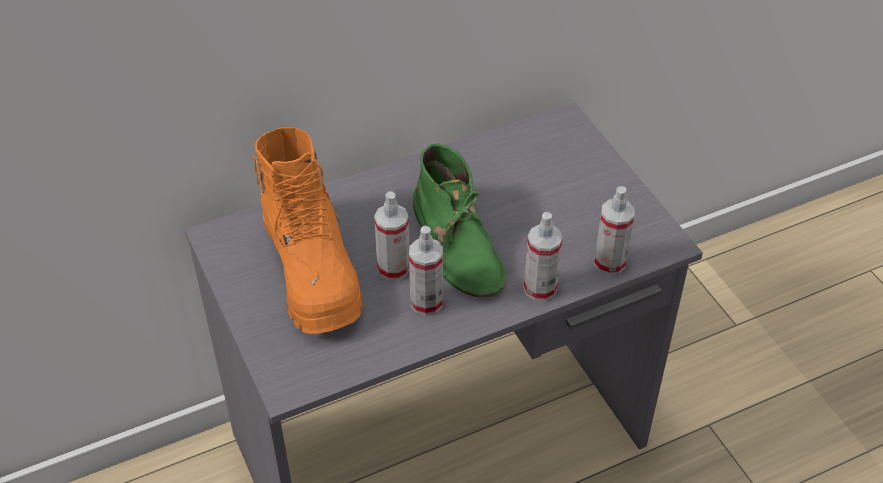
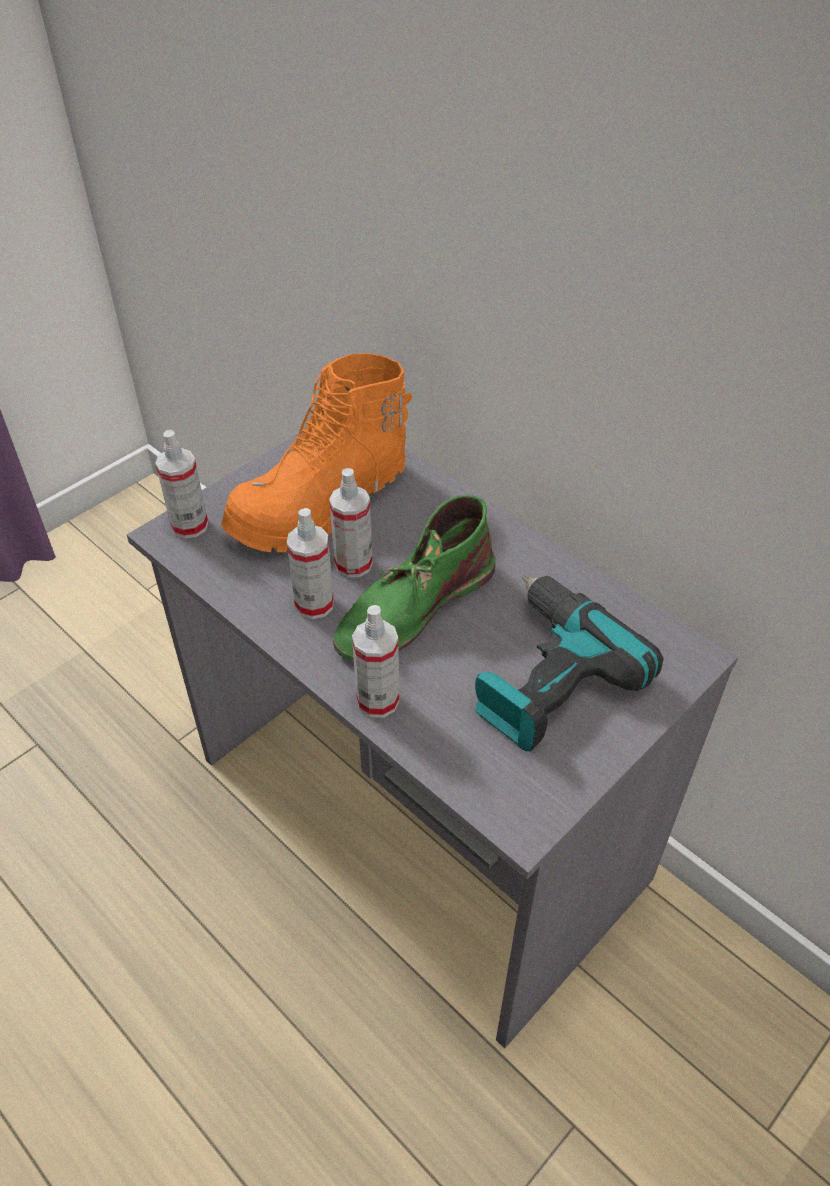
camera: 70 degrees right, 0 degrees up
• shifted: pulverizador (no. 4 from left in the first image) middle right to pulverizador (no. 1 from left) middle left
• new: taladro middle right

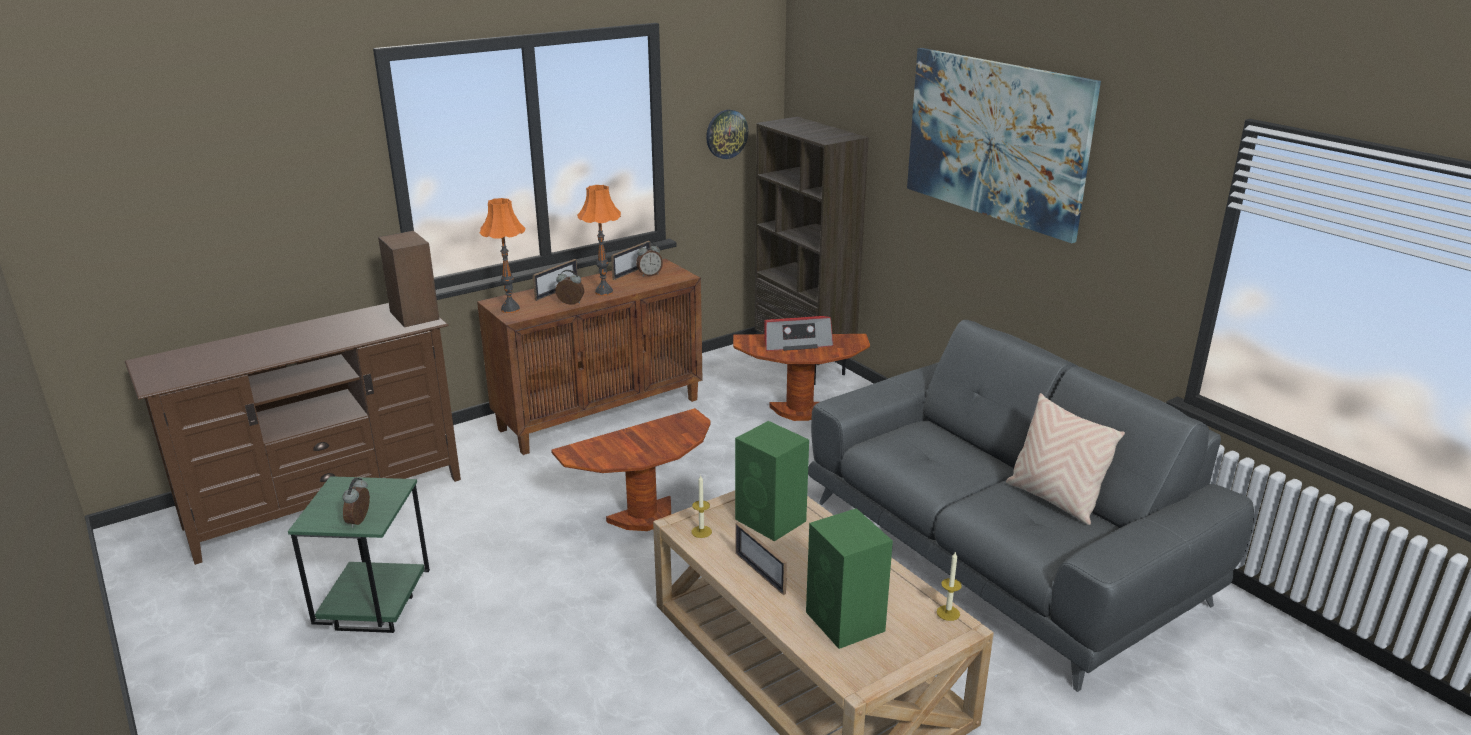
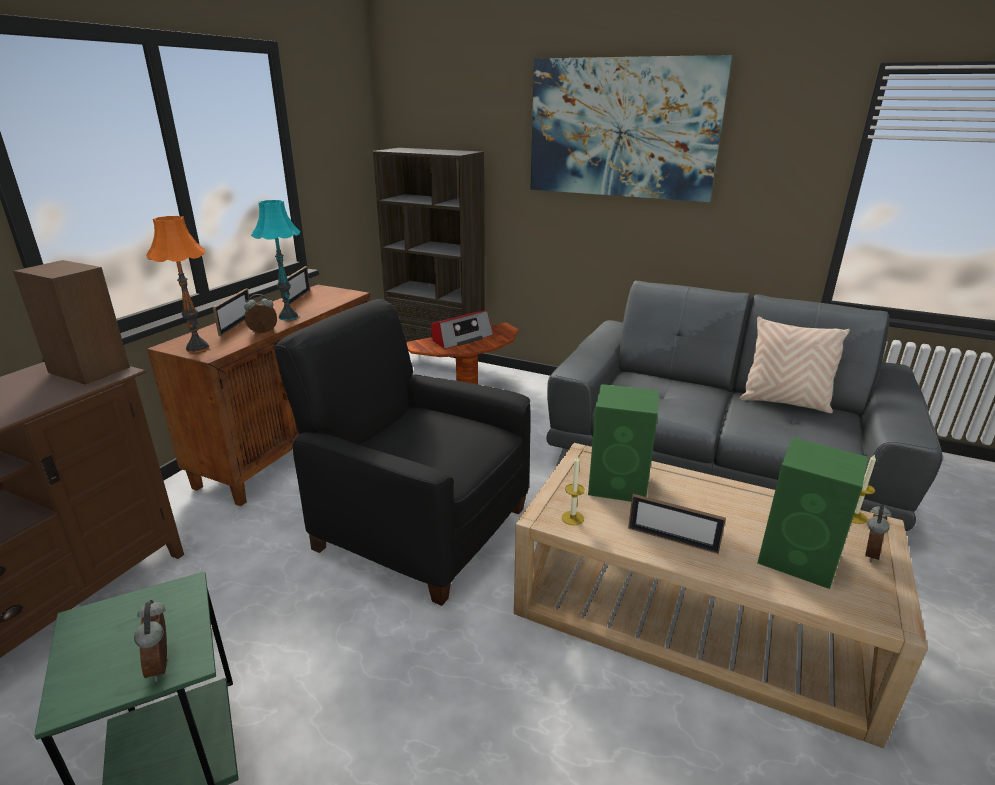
camera: 30 degrees left, 0 degrees up
• repainted: lámpara de mesa [naranja] (no. 2 from left) top centre to lámpara de mesa [turquesa] top left
• swapped: mesa auxiliar [marrón] (no. 1 from left) centre to sillón [negro] centre
• shifted: despertador (no. 3 from left) centre to bottom right
• gone: reloj de pared top centre

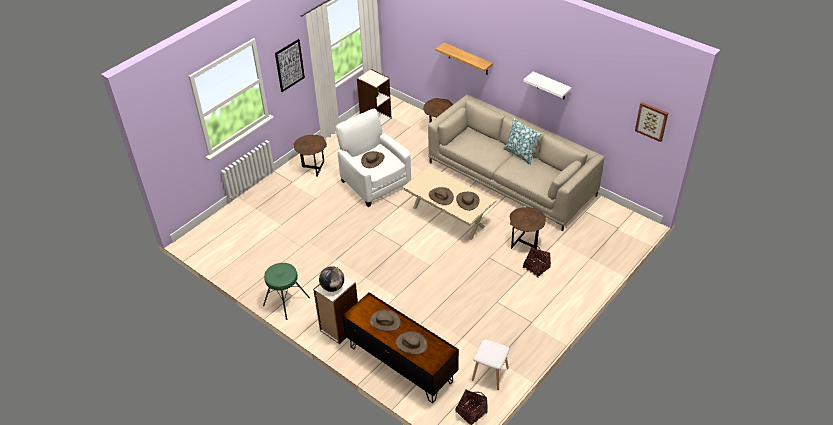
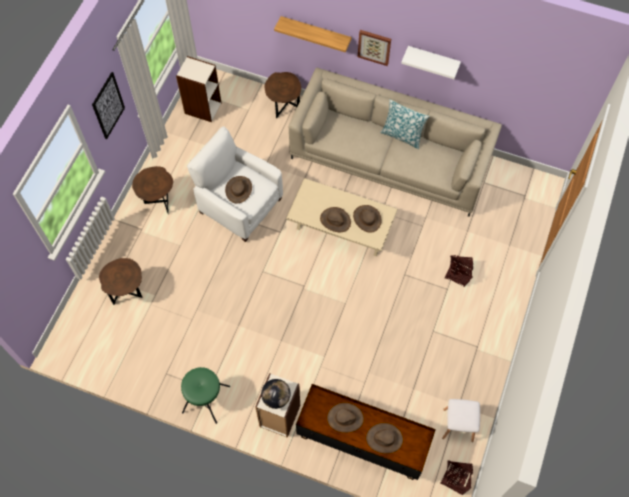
camera: 20 degrees left, 20 degrees up
• shifted: mesa auxiliar [marrón] (no. 3 from left in the first image) centre to mesa auxiliar [marrón] (no. 1 from left) middle left
• shifted: cuadro (no. 2 from left) top right to top centre

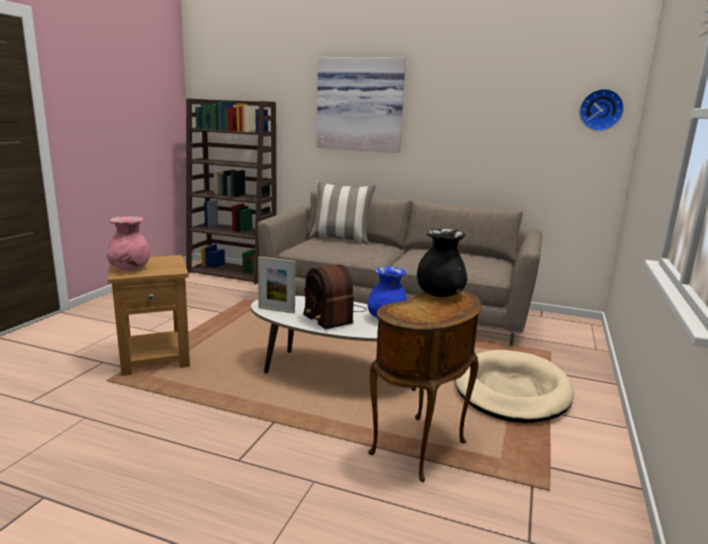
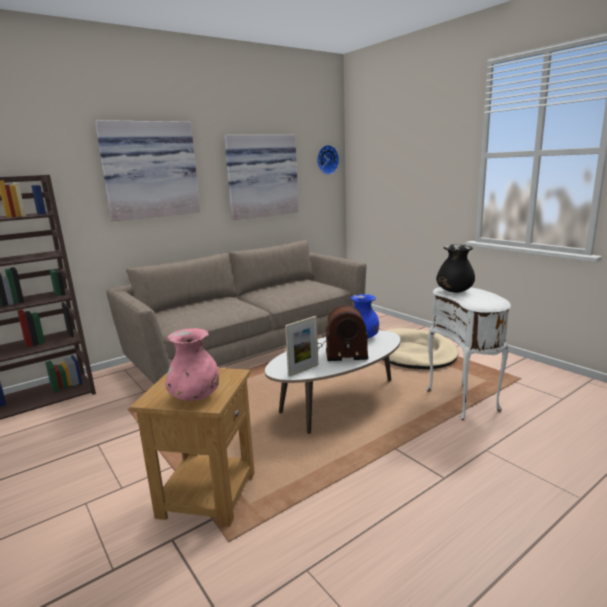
camera: 55 degrees left, 0 degrees up
• new: cuadro (no. 2 from left) top centre
• repainted: mesa auxiliar [marrón] (no. 2 from left) bottom centre to mesa auxiliar [blanco] middle right
• gone: cojín centre

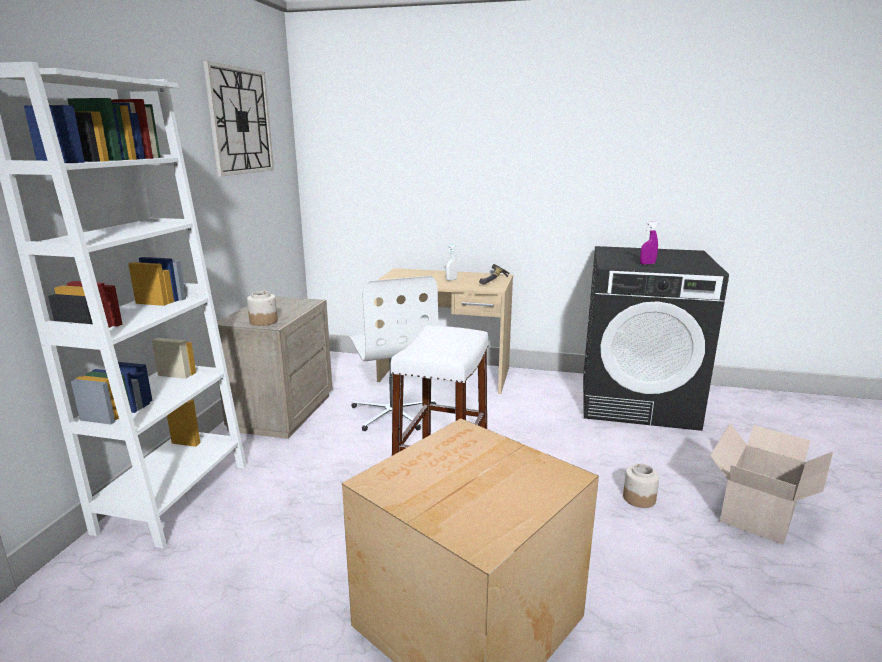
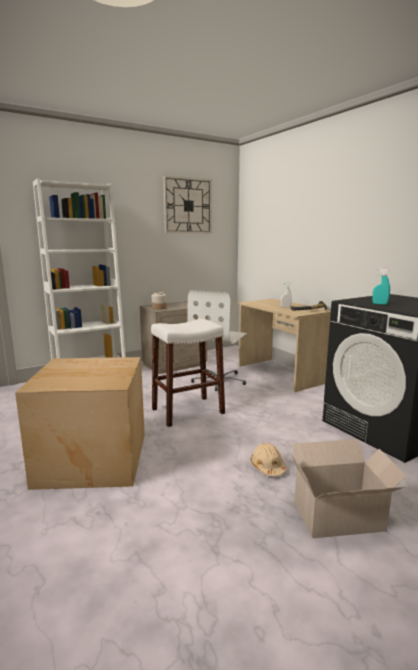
camera: 45 degrees right, 5 degrees down
• swapped: tarro (no. 2 from left) bottom right to casco [beis] bottom centre
• repainted: pulverizador [morado] middle right to pulverizador [turquesa] middle right

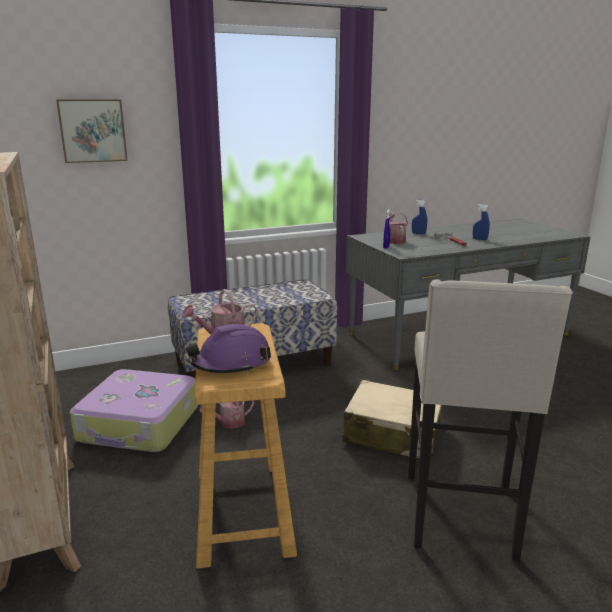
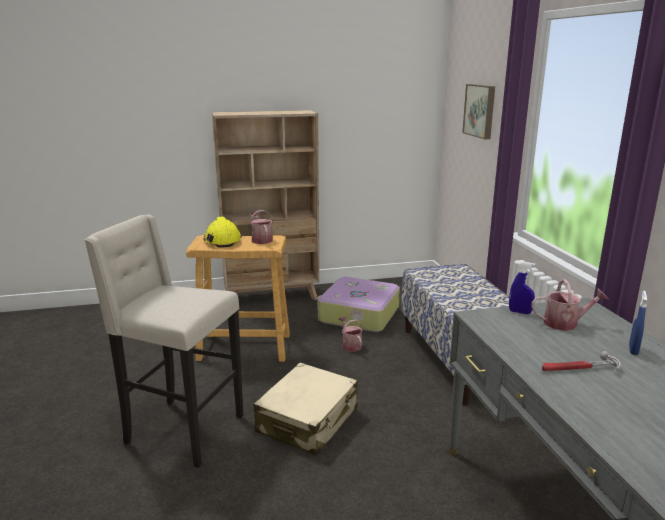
camera: 100 degrees right, 0 degrees up
• repainted: casco [morado] centre to casco [amarillo] centre
• gone: pulverizador [azul] (no. 3 from left) middle right

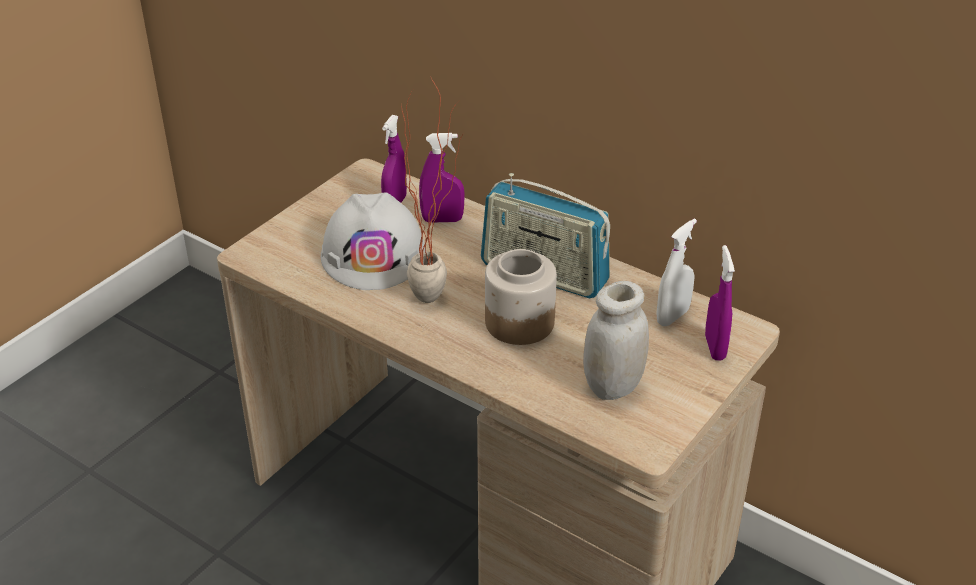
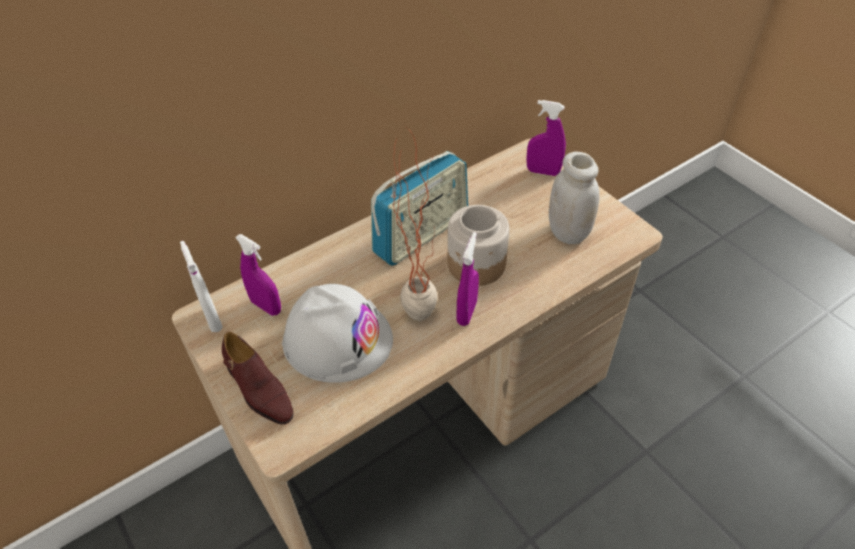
camera: 70 degrees left, 10 degrees up
• shifted: pulverizador [blanco] middle right to middle left
• new: zapato [marrón] bottom left
• shifted: pulverizador [morado] (no. 2 from left) top centre to centre

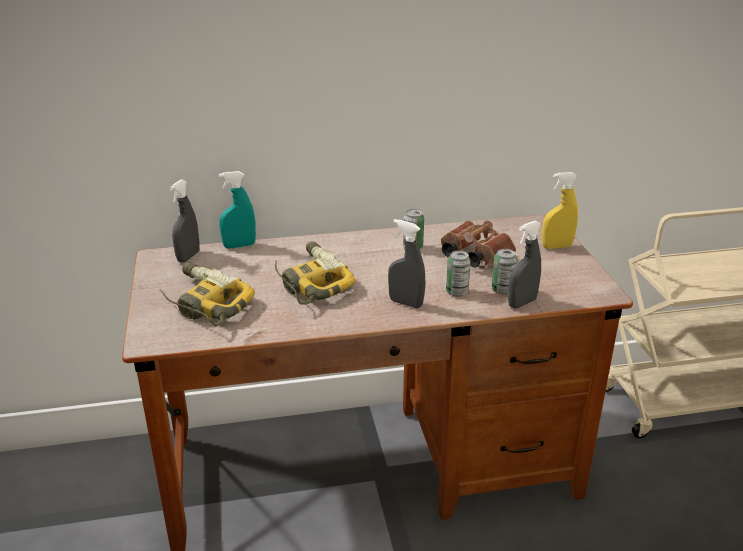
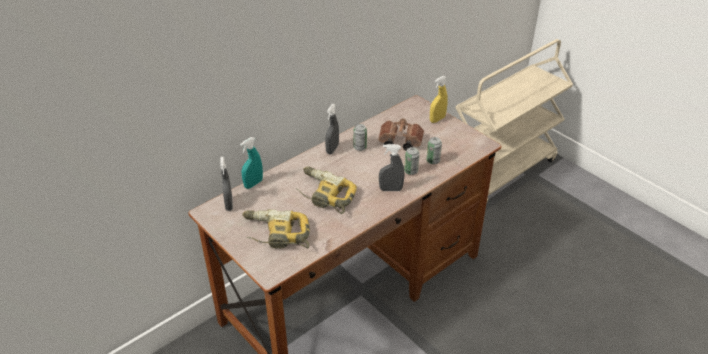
camera: 30 degrees left, 10 degrees up
• shifted: pulverizador [gris] (no. 3 from left in the first image) middle right to pulverizador [gris] (no. 2 from left) centre

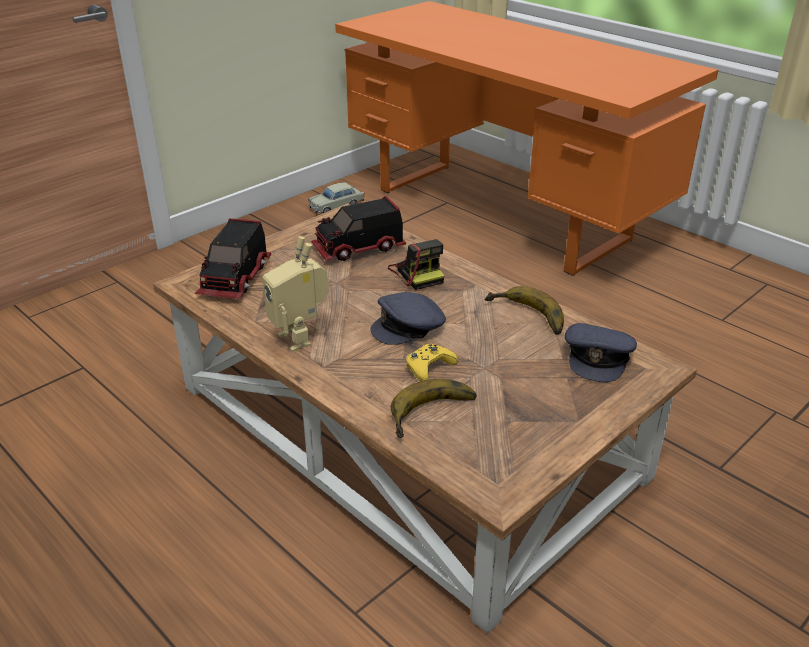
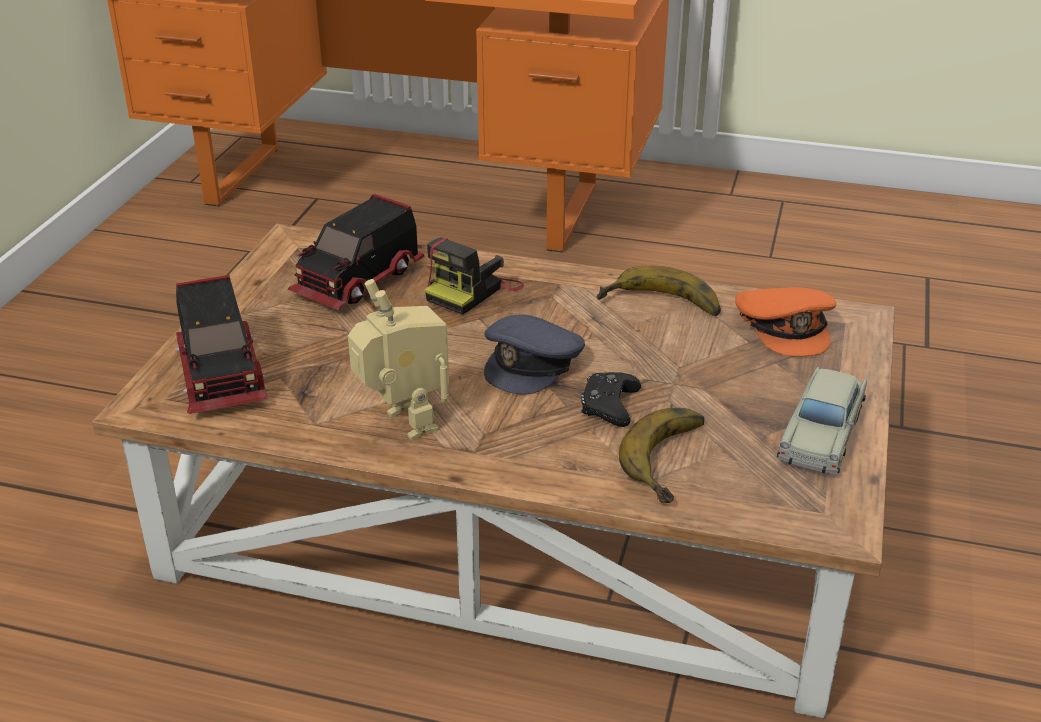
camera: 30 degrees left, 0 degrees up
• rotated: robot de juguete centre = centre 150 degrees counterclockwise
• rotated: cámara centre = centre 90 degrees clockwise
• repainted: mando de consola [amarillo] centre to mando de consola [negro] centre
• repainted: gorra [gris] (no. 2 from left) middle right to gorra [naranja] middle right
• shifted: coche de juguete [beis] top centre to middle right

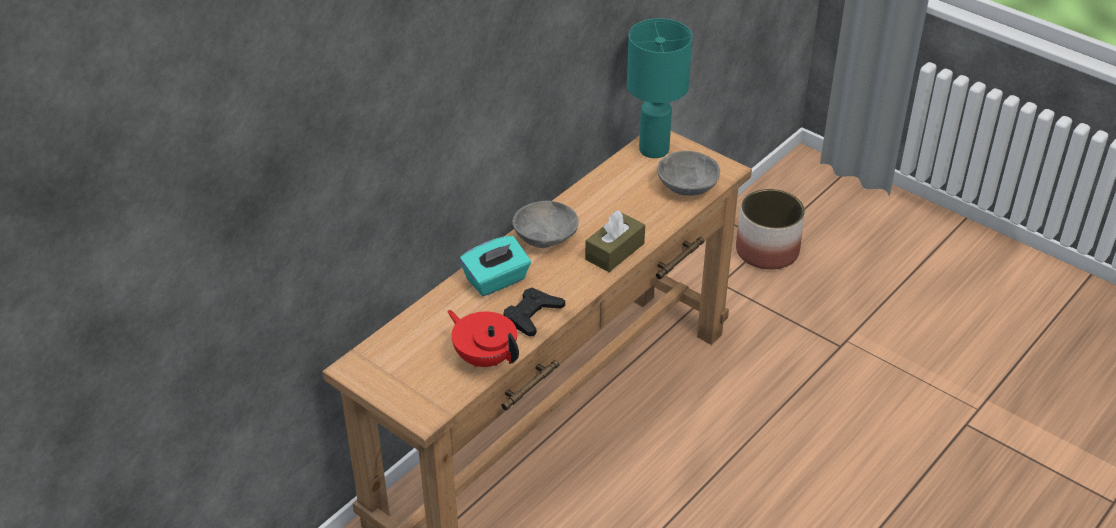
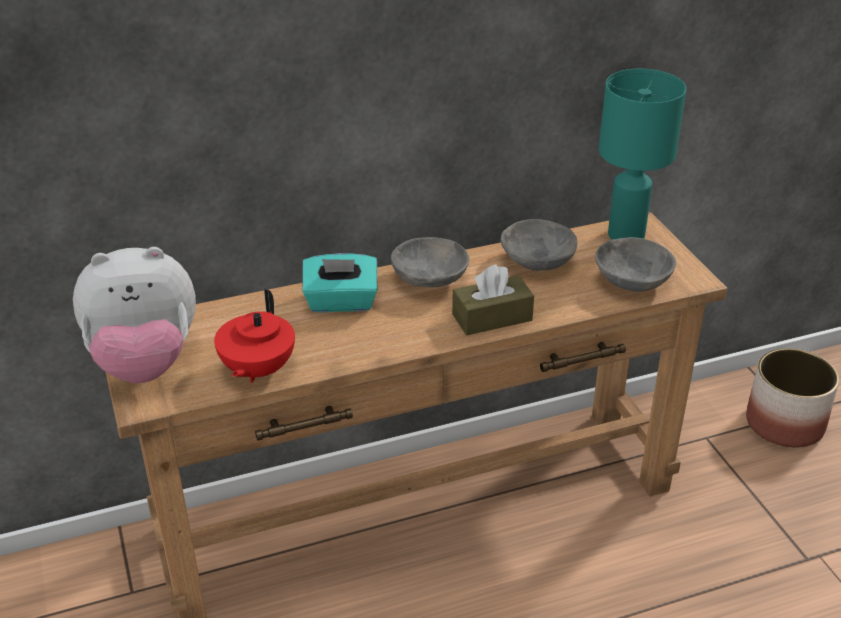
camera: 30 degrees right, 5 degrees down
• new: peluche middle left
• rotated: tetera [rojo] centre = middle left 150 degrees counterclockwise
• new: cuenco [gris] (no. 2 from left) centre
• gone: mando de consola [negro] centre

